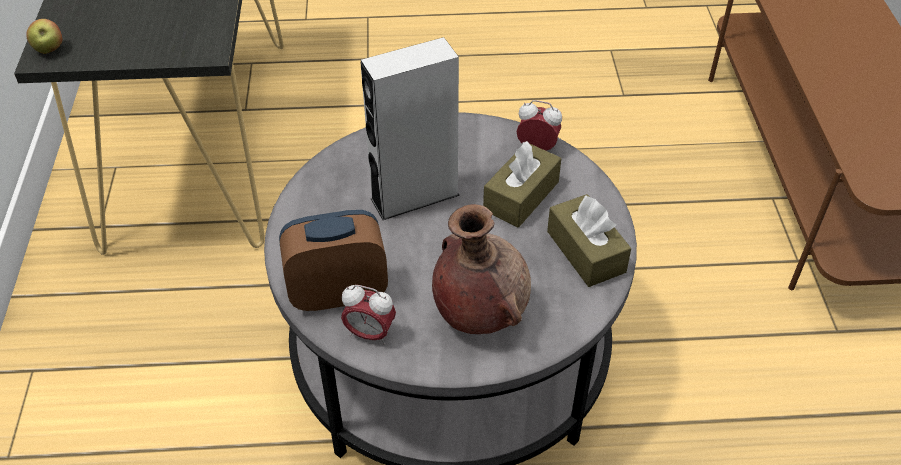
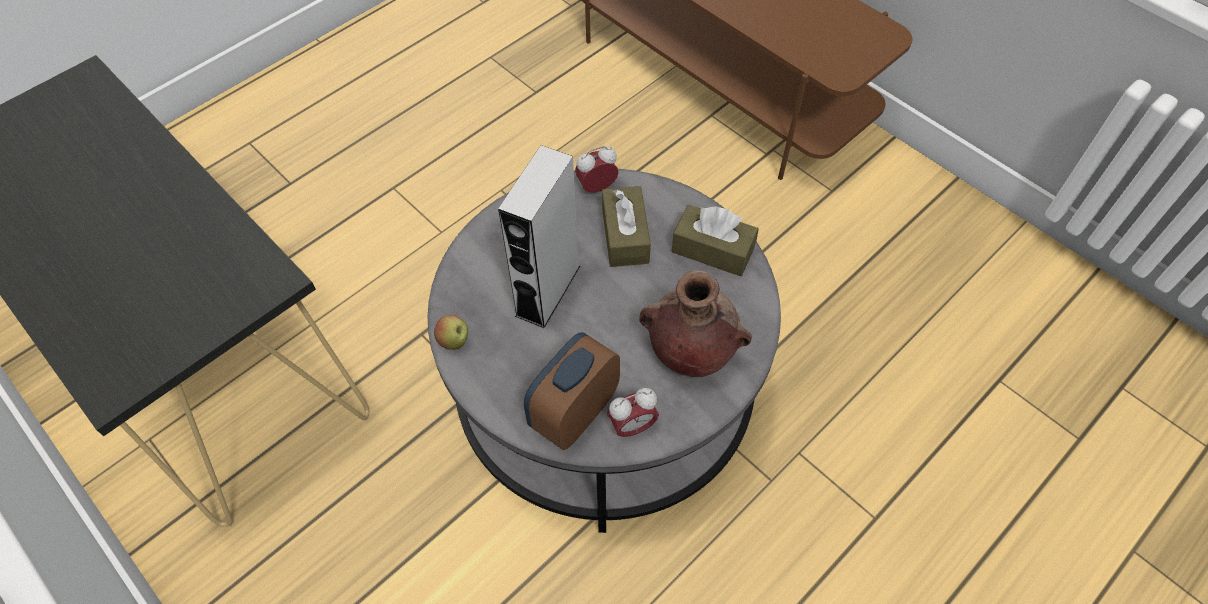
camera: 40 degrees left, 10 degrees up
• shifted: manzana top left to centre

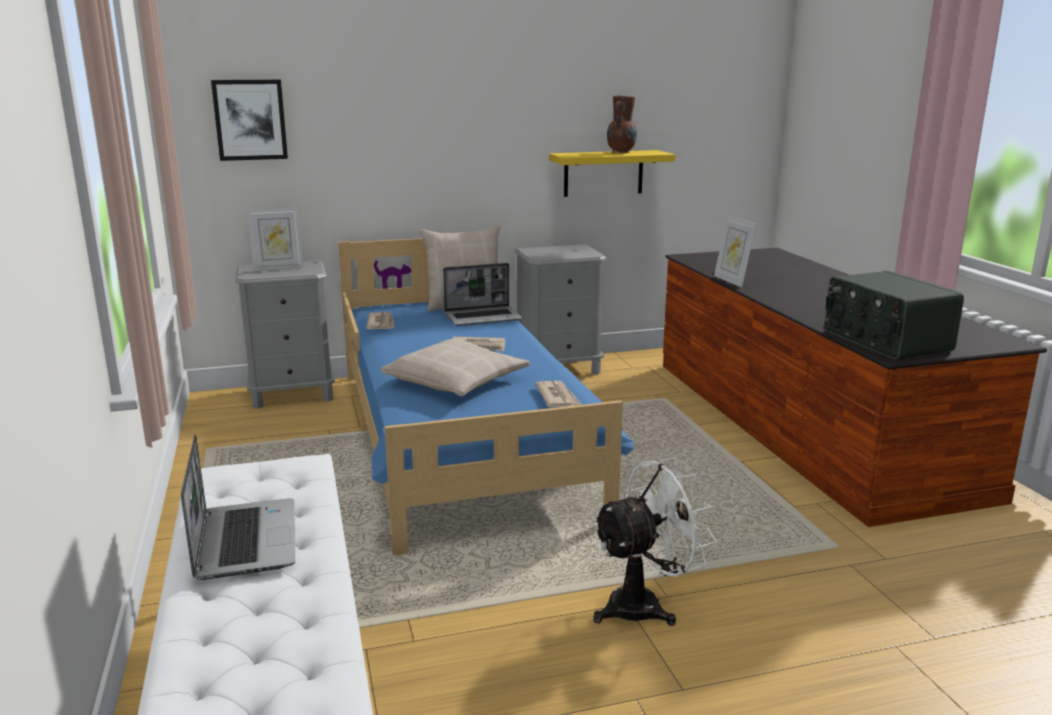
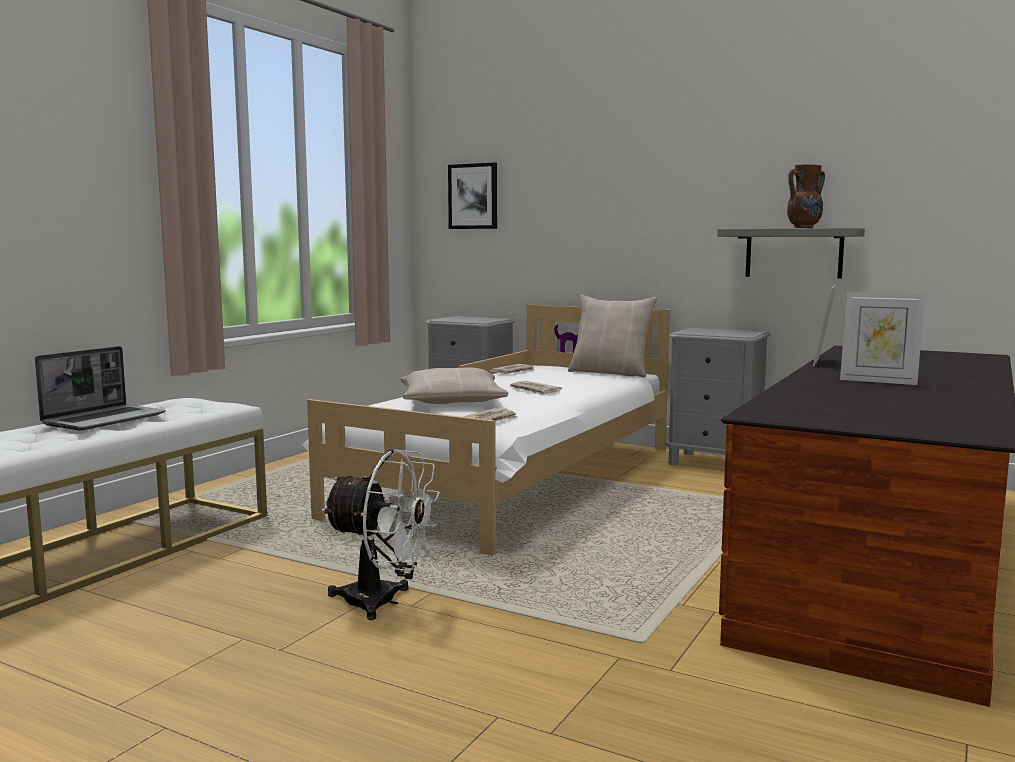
camera: 45 degrees right, 10 degrees down
• repainted: cama [azul] centre to cama [blanco] centre
• repainted: estante [amarillo] top centre to estante [gris] top right
• shifted: portarretratos (no. 1 from left in the first image) middle left to portarretratos (no. 2 from left) middle right
• gone: portátil (no. 2 from left) centre
• gone: radio middle right

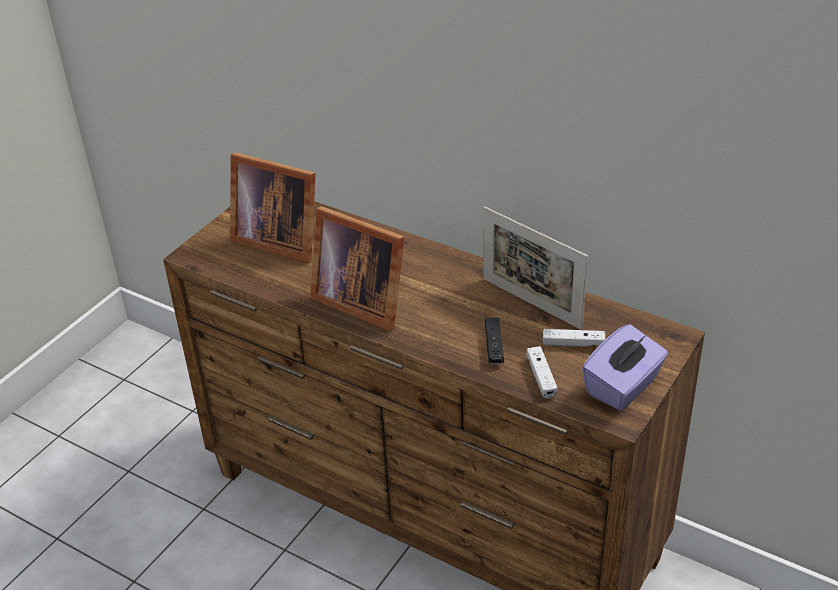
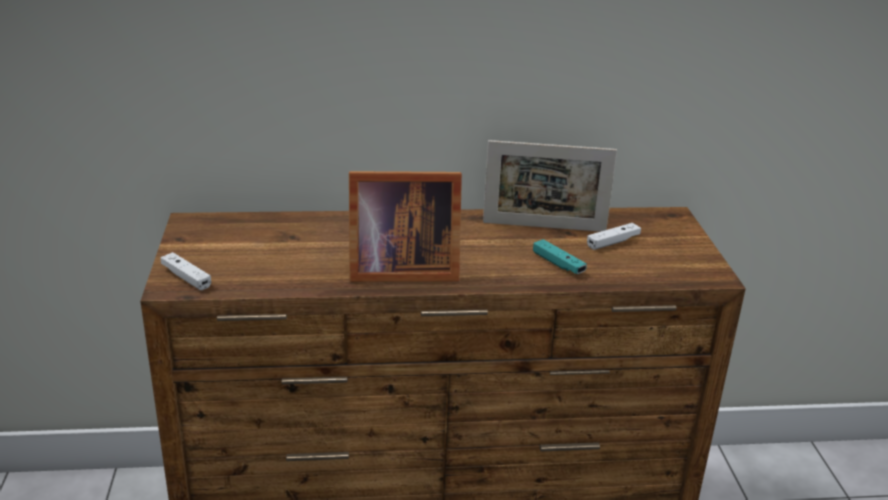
camera: 40 degrees left, 10 degrees down
• shifted: mando de consola [blanco] (no. 1 from left) centre to middle left
• repainted: mando de consola [negro] centre to mando de consola [turquesa] centre
• gone: portarretratos (no. 1 from left) middle left
• gone: caja de pañuelos [morado] middle right

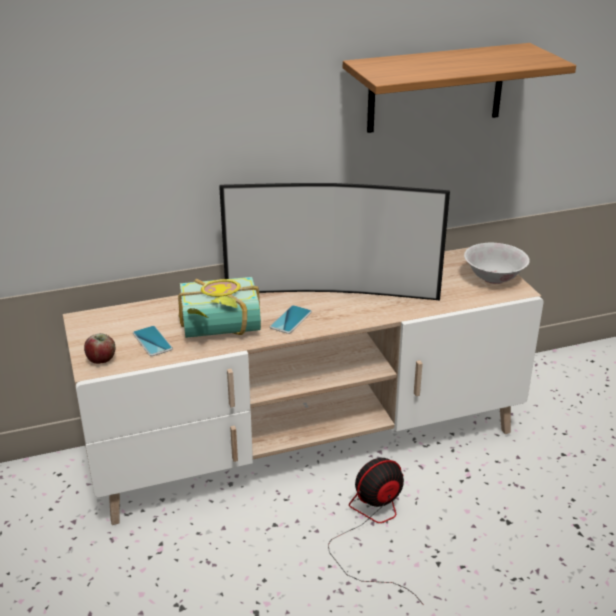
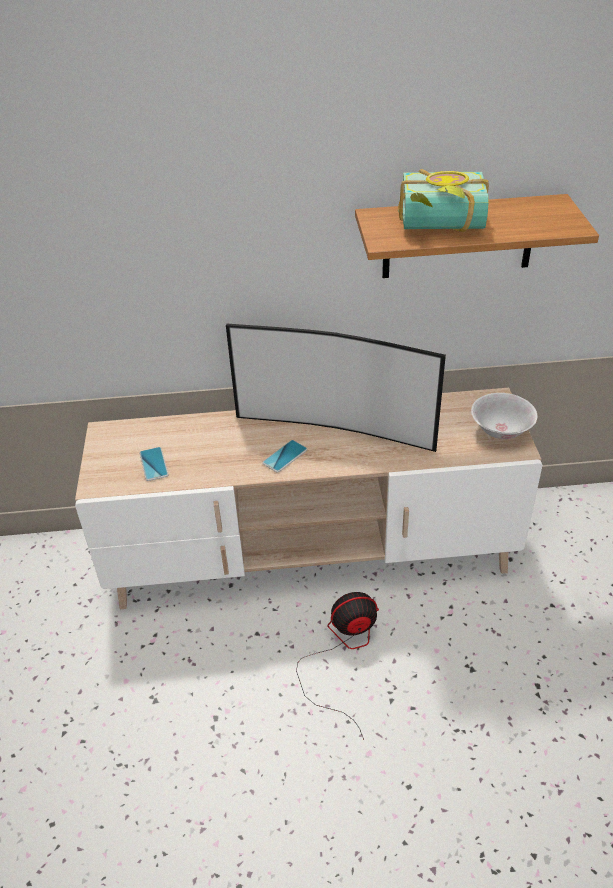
camera: 15 degrees right, 10 degrees up
• shifted: libro centre to top right
• gone: manzana middle left

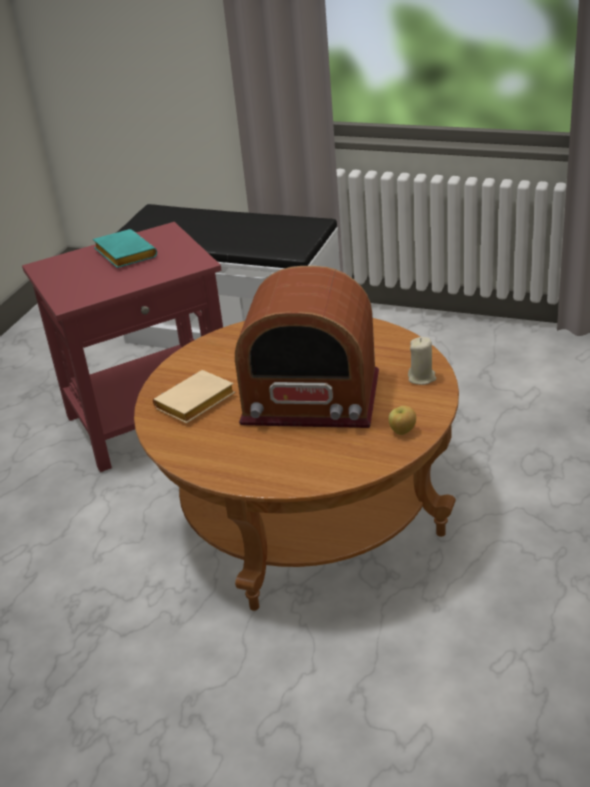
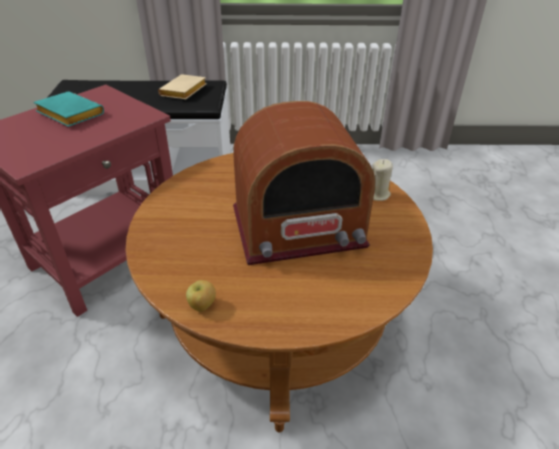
camera: 25 degrees left, 5 degrees up
• shifted: libro [beis] middle left to top left
• shifted: manzana middle right to centre

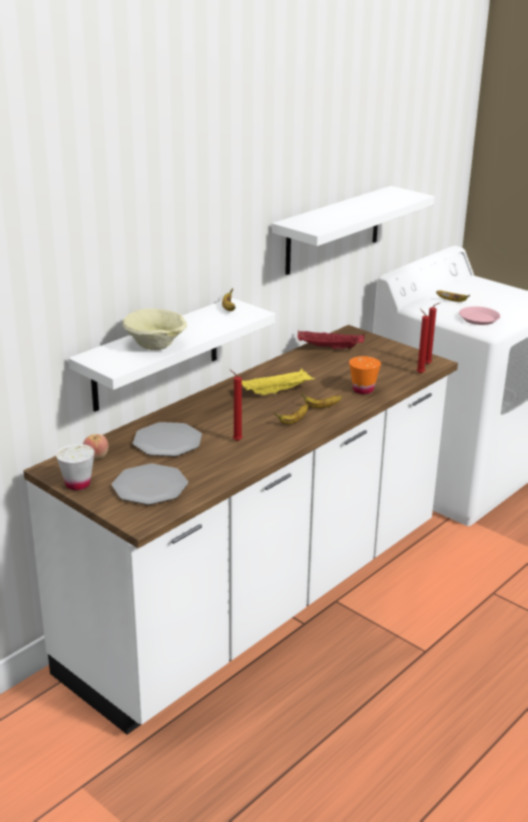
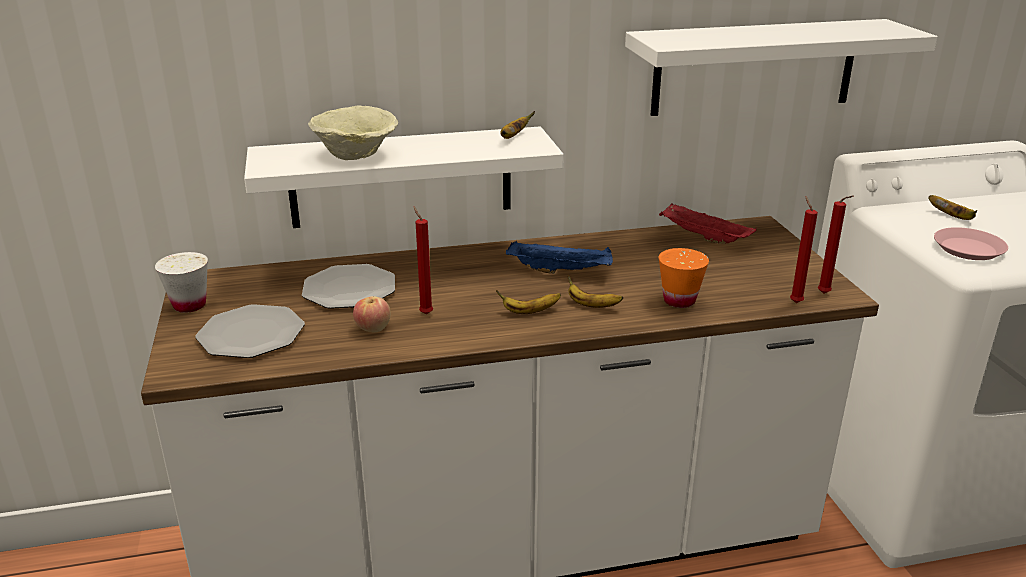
camera: 35 degrees right, 0 degrees up
• shifted: manzana middle left to centre
• repainted: bandeja [amarillo] centre to bandeja [azul] centre

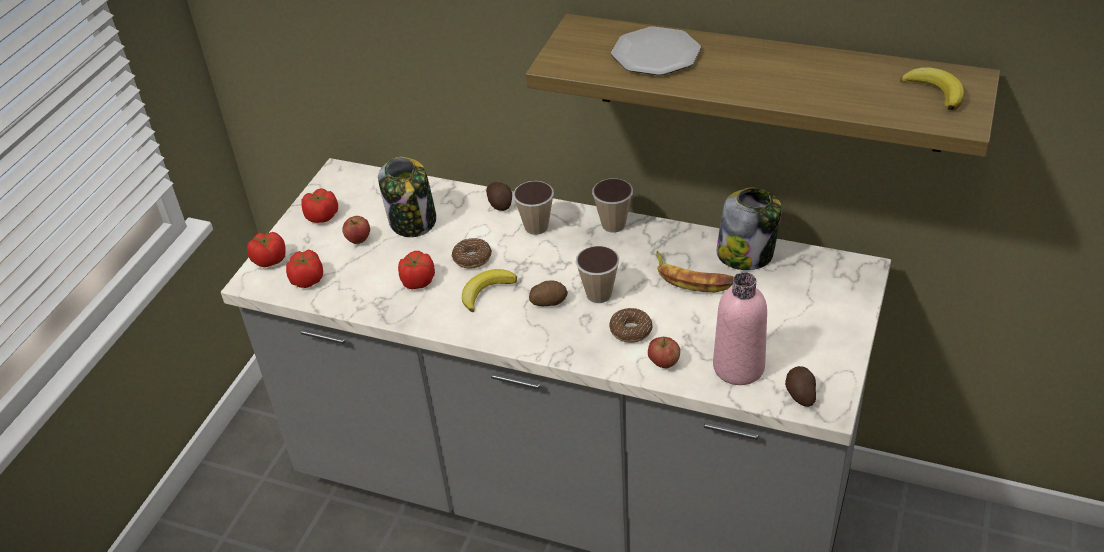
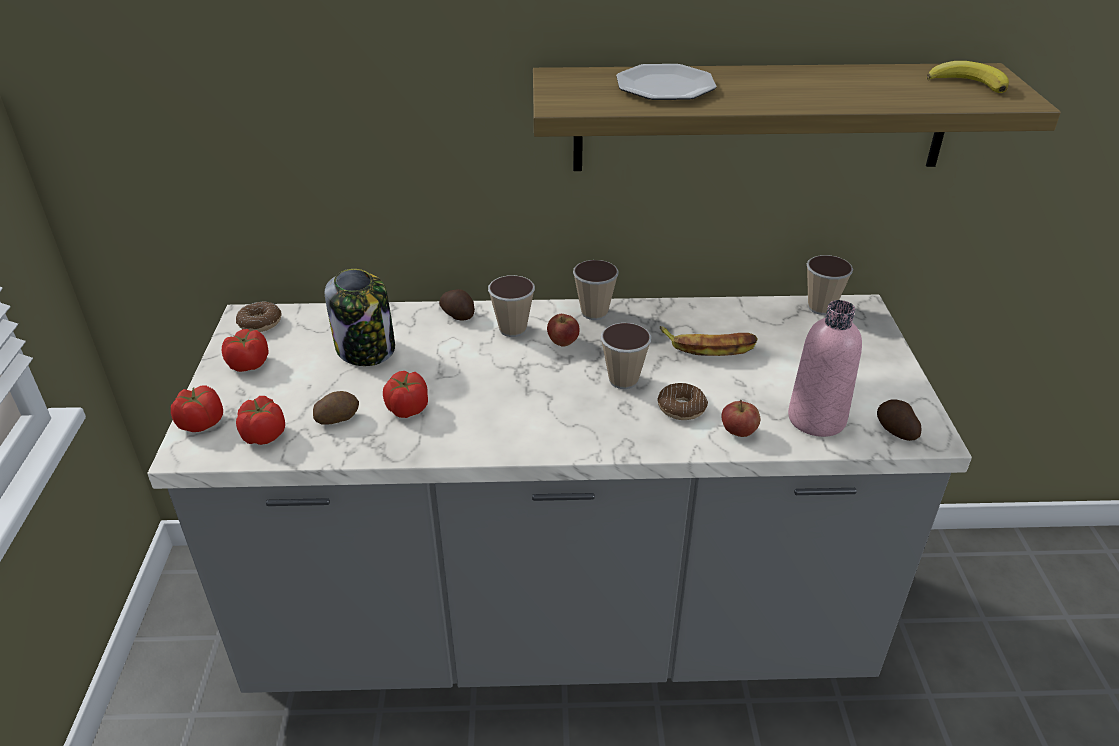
camera: 25 degrees left, 5 degrees down
• shifted: rosquilla (no. 1 from left) centre to middle left
• shifted: patata (no. 2 from left in the first image) centre to patata (no. 1 from left) middle left
• shifted: manzana (no. 1 from left) middle left to centre
• new: taza (no. 4 from left) middle right
• gone: plátano (no. 1 from left) centre
• gone: tarro (no. 2 from left) middle right

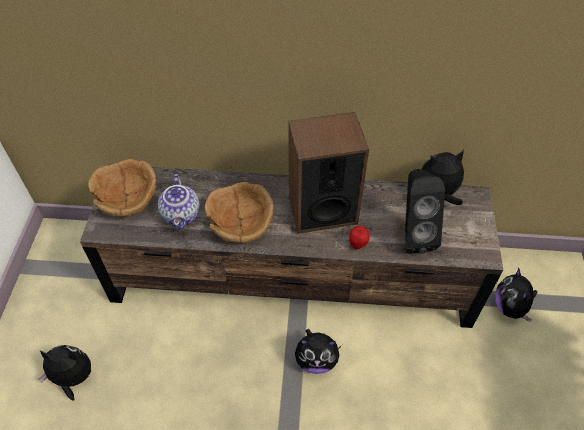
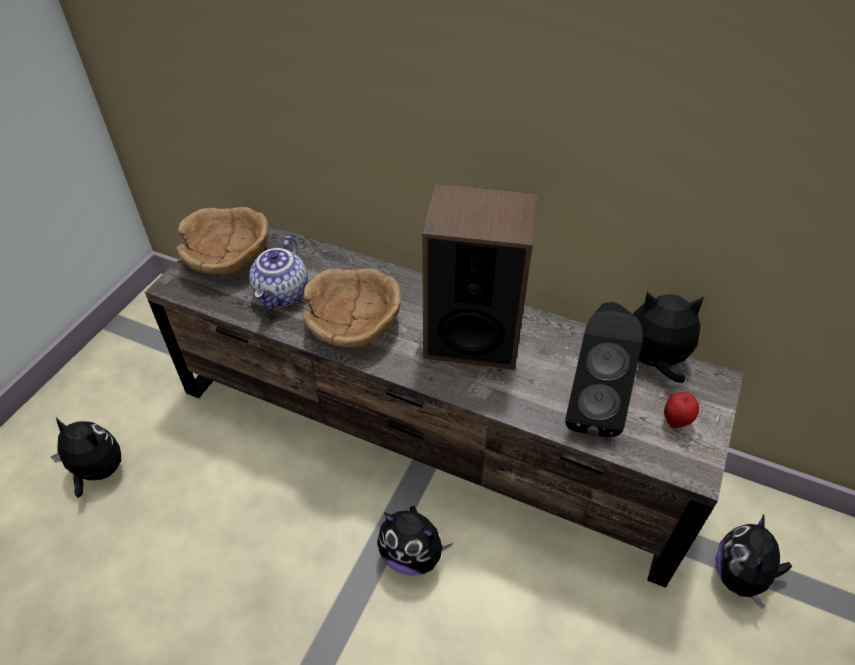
camera: 20 degrees right, 5 degrees down
• shifted: manzana centre to middle right

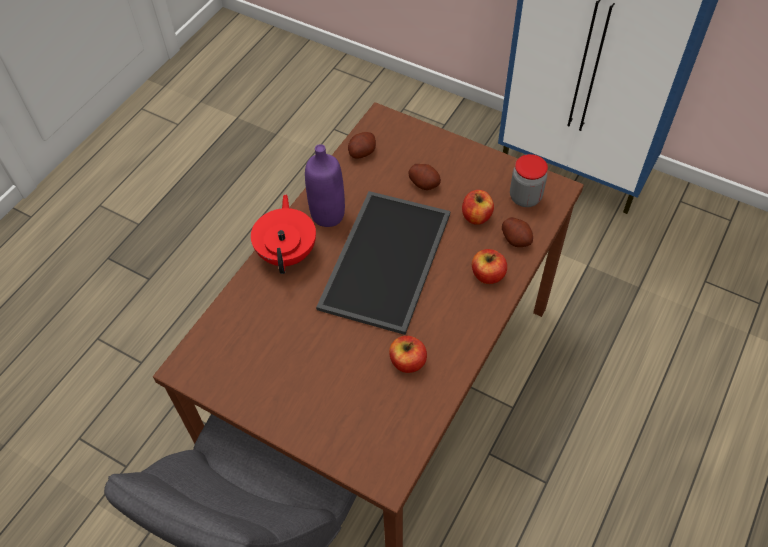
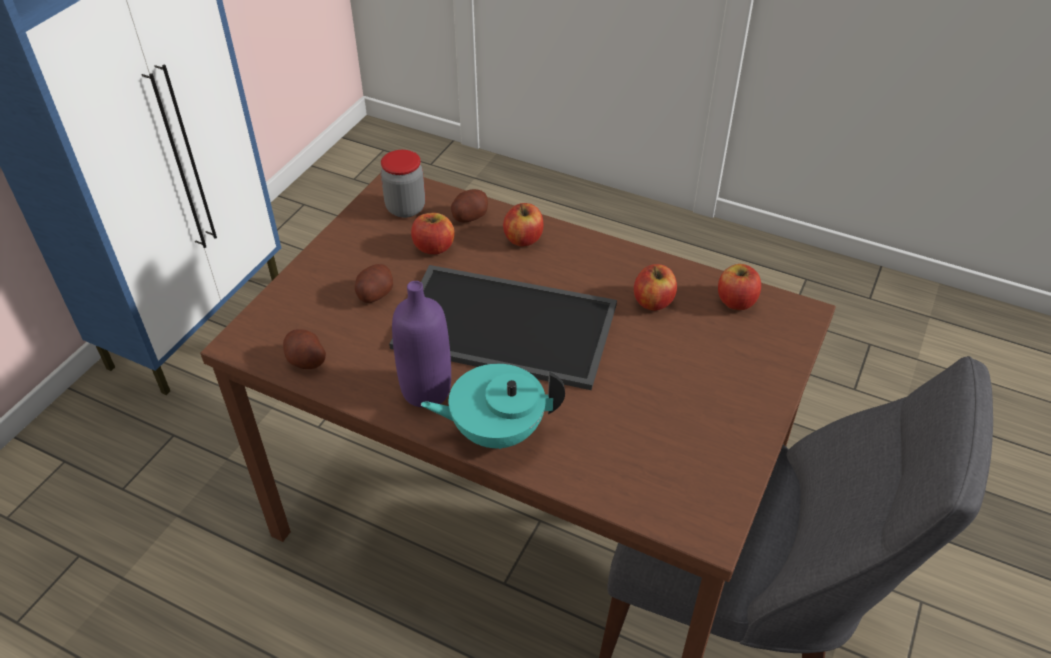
camera: 95 degrees left, 10 degrees down
• repainted: tetera [rojo] centre to tetera [turquesa] centre
• new: manzana (no. 4 from left) middle right

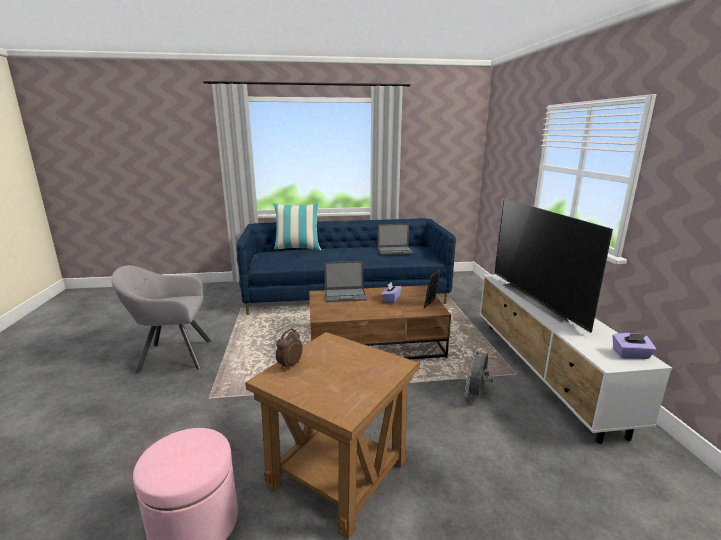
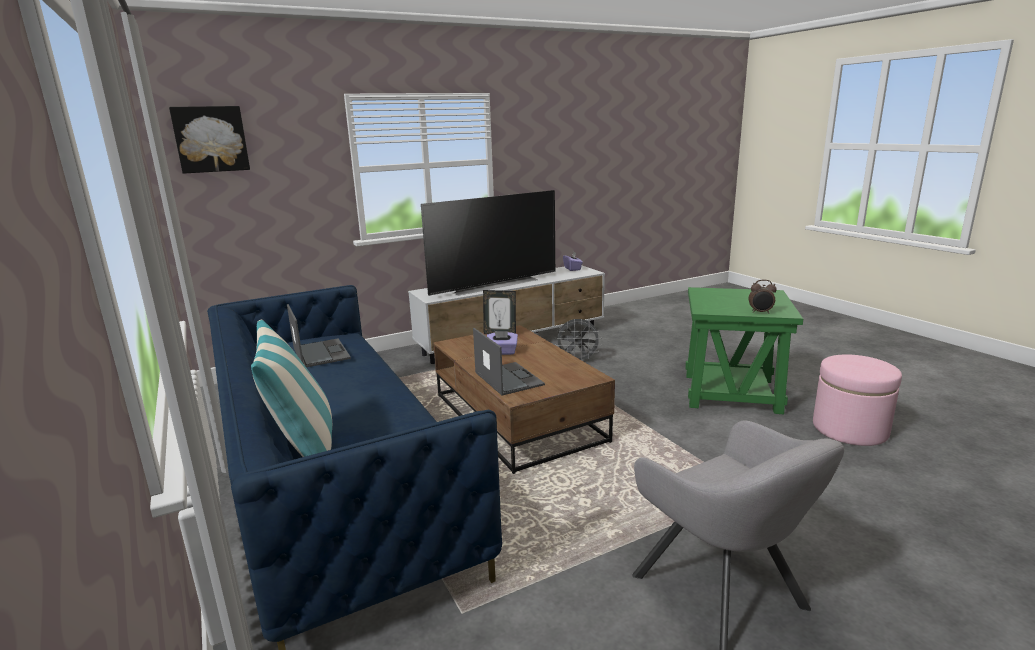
camera: 110 degrees left, 0 degrees up
• new: cuadro top left
• repainted: mesa auxiliar [marrón] bottom centre to mesa auxiliar [verde] middle right

